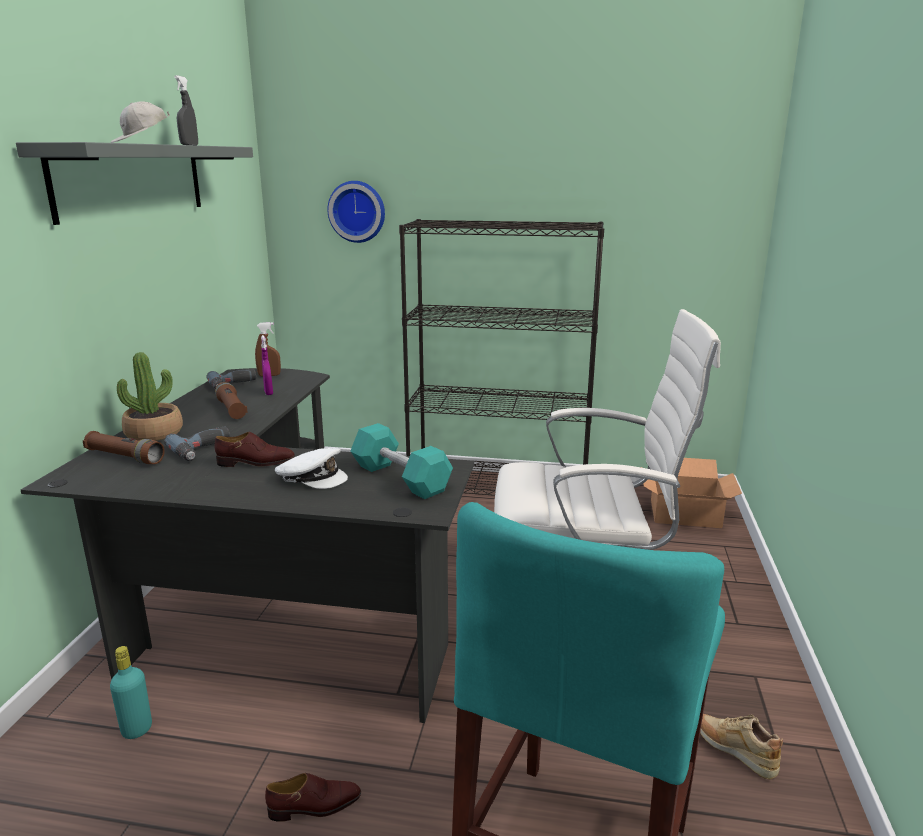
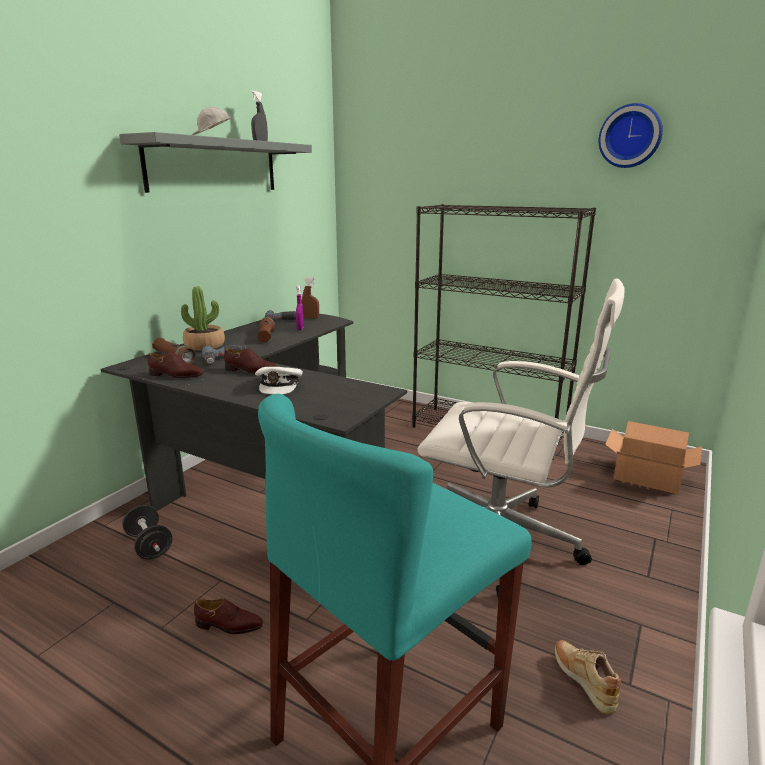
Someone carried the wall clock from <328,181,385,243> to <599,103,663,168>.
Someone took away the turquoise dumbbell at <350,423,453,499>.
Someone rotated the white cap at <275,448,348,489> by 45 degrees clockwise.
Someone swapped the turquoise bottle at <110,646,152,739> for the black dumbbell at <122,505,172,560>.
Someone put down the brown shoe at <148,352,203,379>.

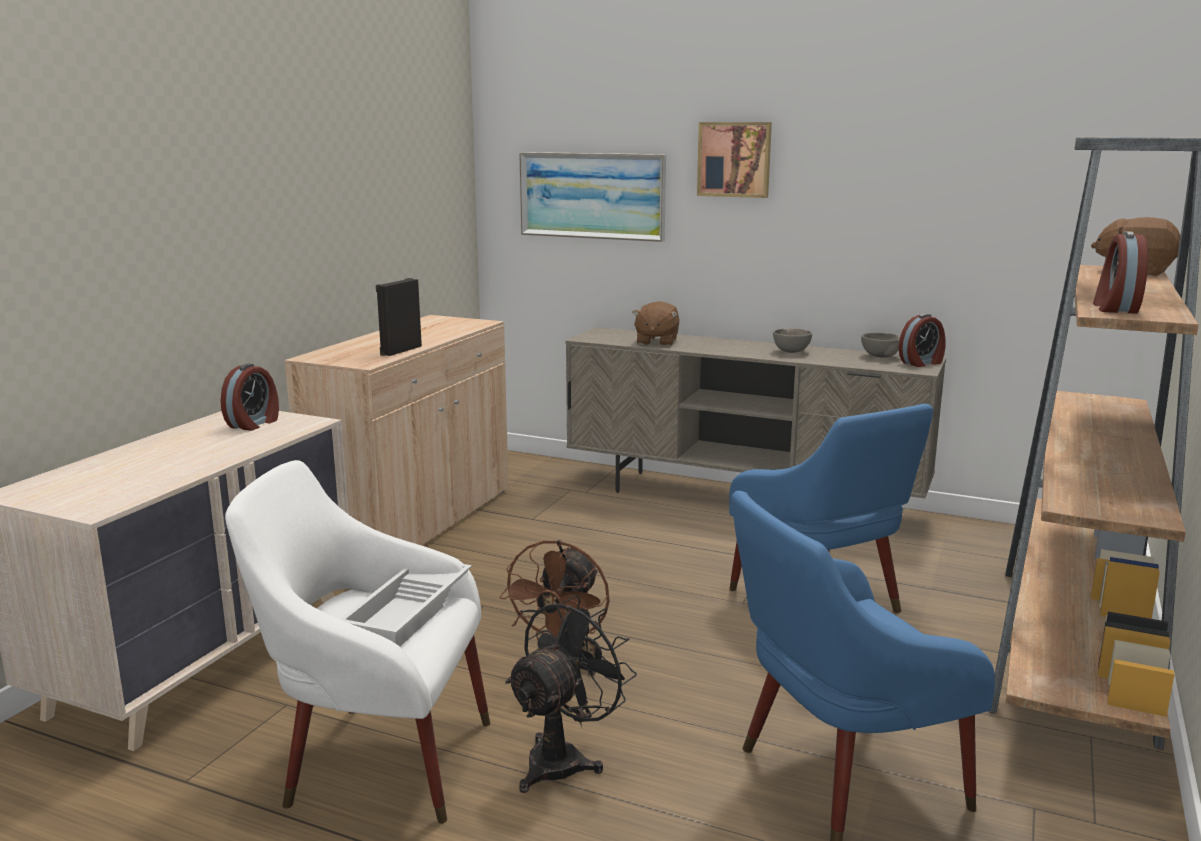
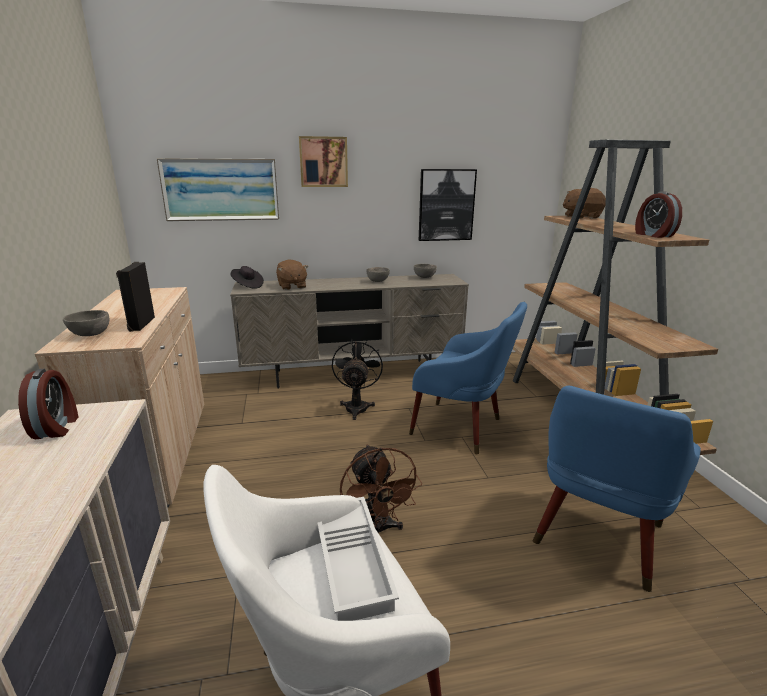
Someone took away the alarm clock at <899,314,946,367>.
Someone carried the black fan from <505,595,637,793> to <332,339,383,420>.
Someone put up the picture at <419,169,477,241>.
Someone put down the black hat at <231,266,264,289>.
Someone put down the grey bowl at <63,310,109,336>.

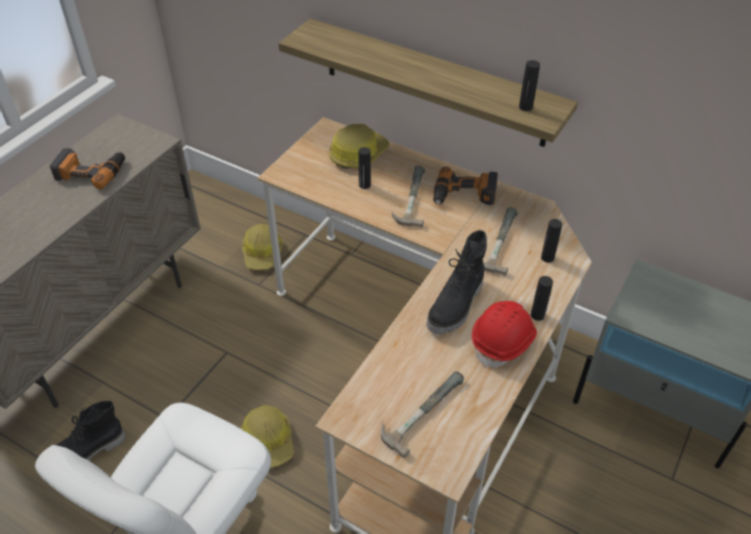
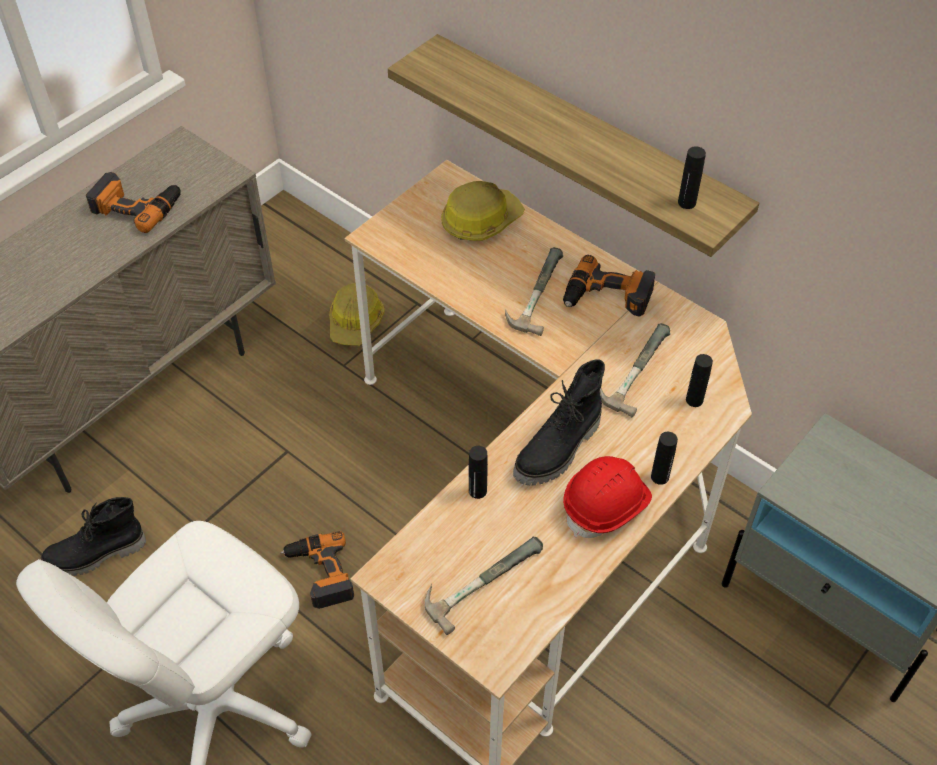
Someone carried the black bottle from <358,147,371,189> to <469,446,488,499>.
Someone swapped the hard hat at <241,406,294,468> for the power drill at <281,531,354,609>.

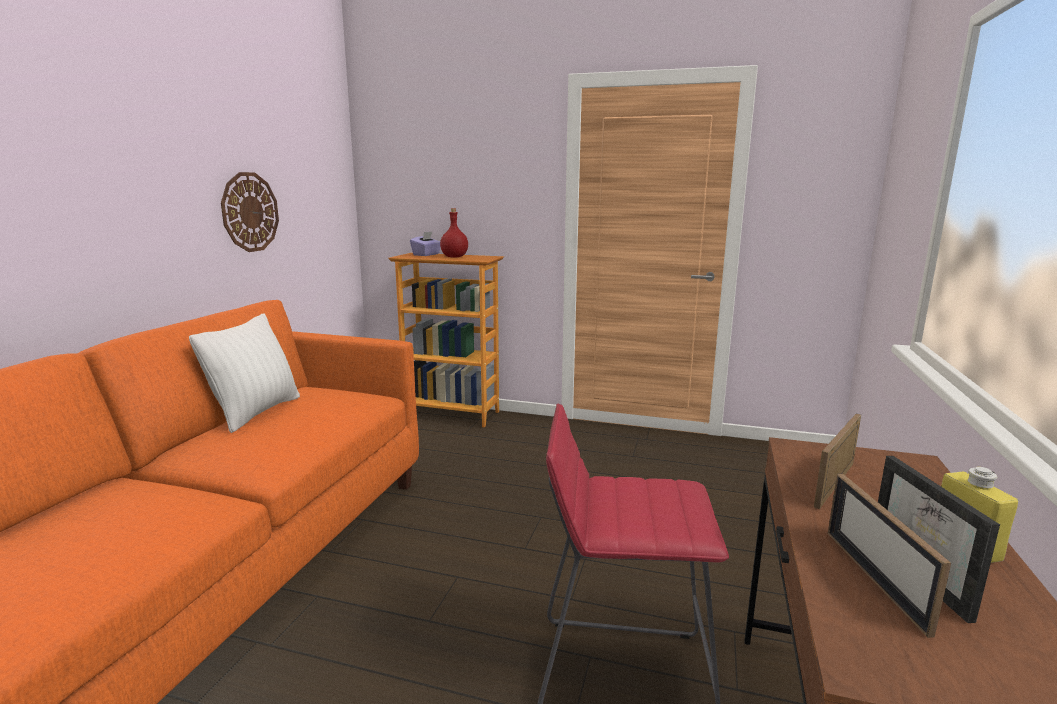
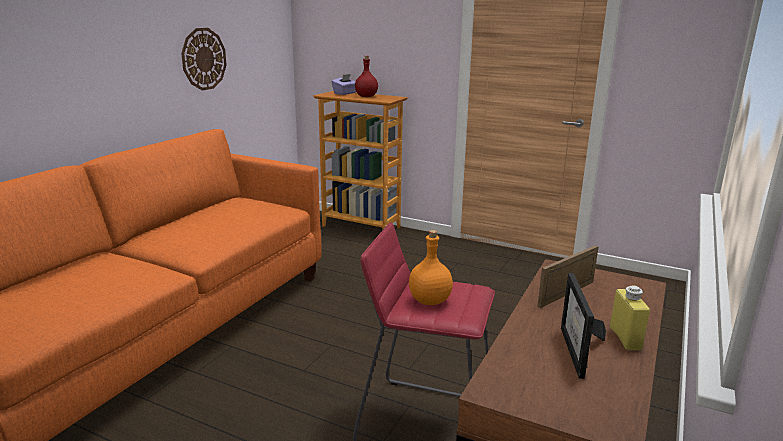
Someone took away the white pillow at <189,313,300,433>.
Someone took away the picture frame at <828,474,951,638>.
Someone put down the orange bottle at <409,230,453,305>.

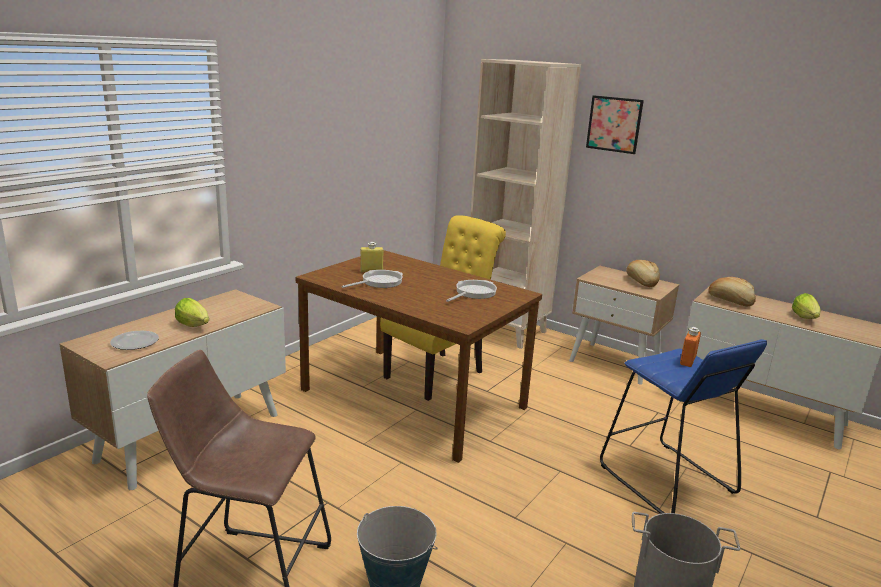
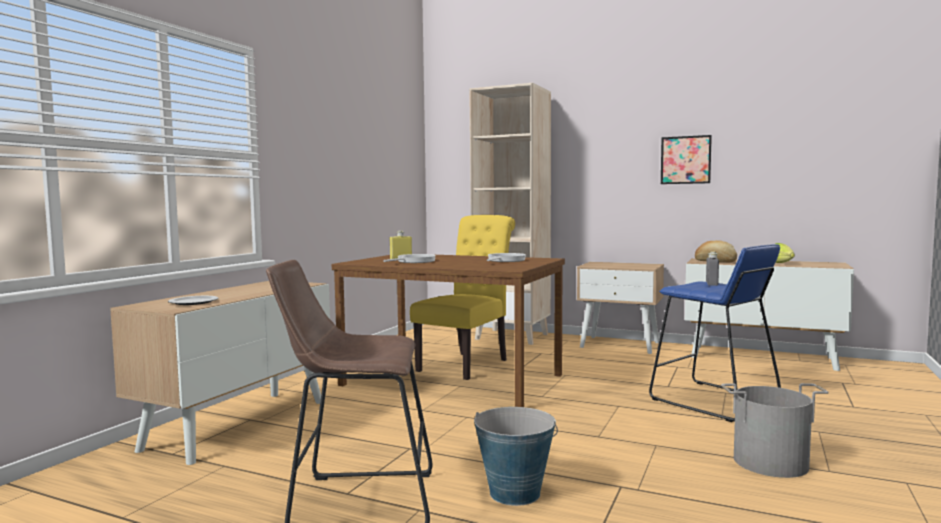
Someone carried the picture from <586,95,644,154> to <661,135,712,184>.
Someone took away the bread at <626,260,660,287>.
Someone took away the lettuce at <175,298,209,327>.
Someone repainted the orange bottle at <680,327,701,367>, which became the grey bottle at <706,252,719,286>.

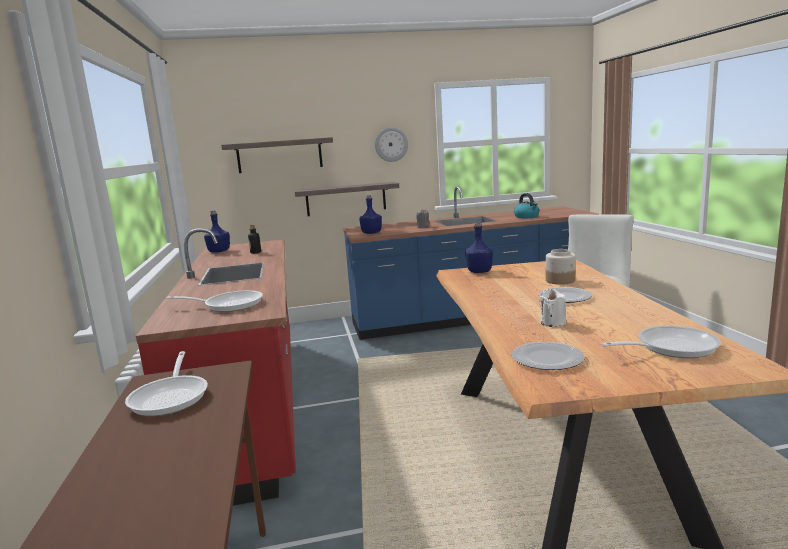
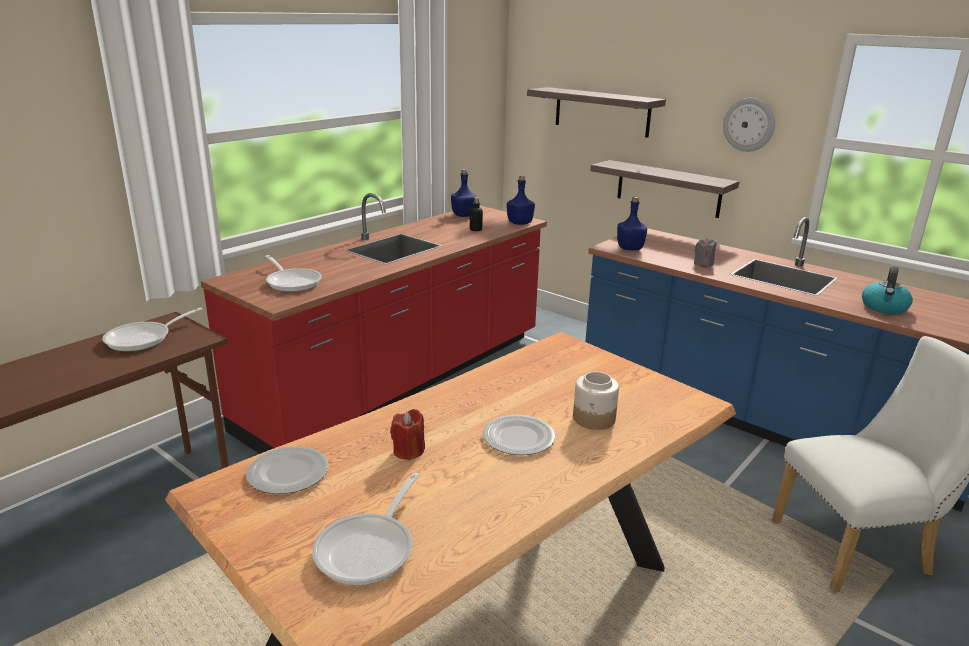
Someone carried the blue bottle from <465,222,493,273> to <507,176,535,225>.
Someone repainted the white candle at <539,289,566,327>, which became the red candle at <390,409,425,460>.
Someone rotated the frying pan at <601,326,721,358> by 75 degrees clockwise.

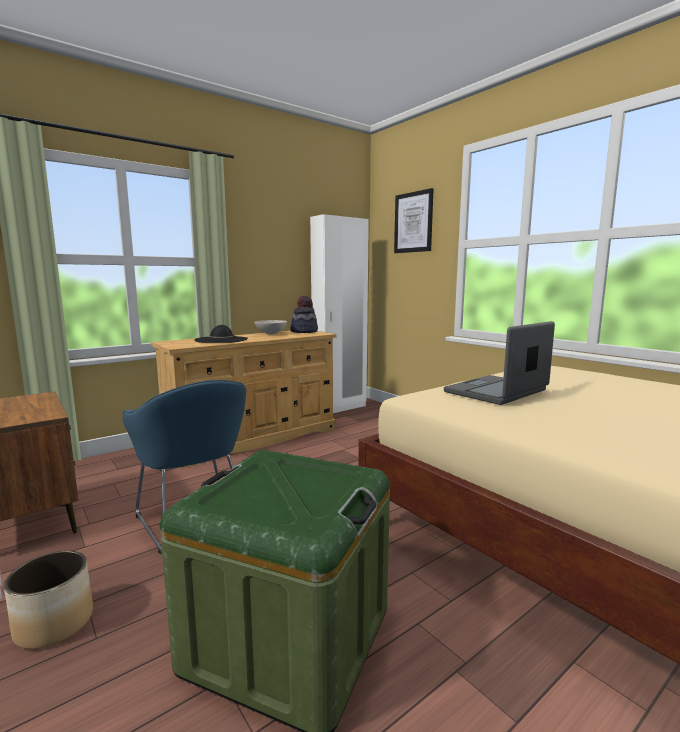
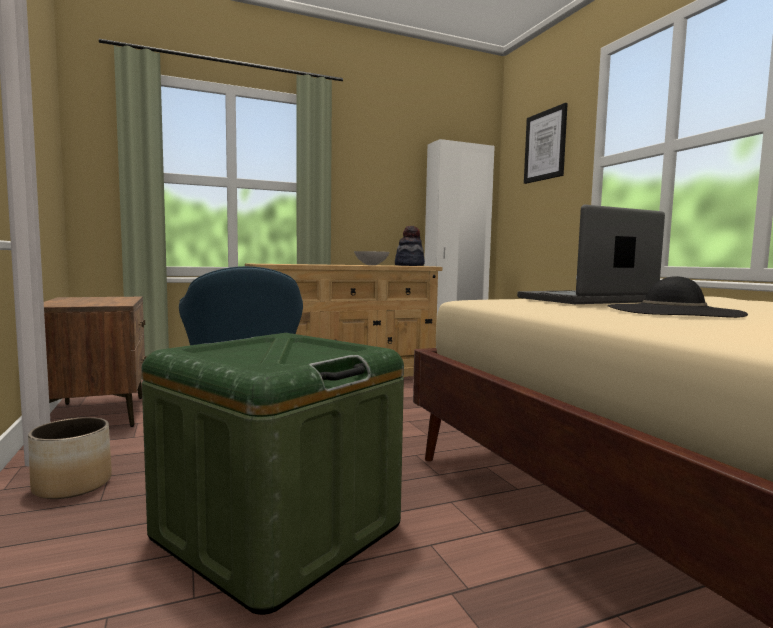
Someone carried the black hat from <195,325,248,343> to <607,276,748,318>.

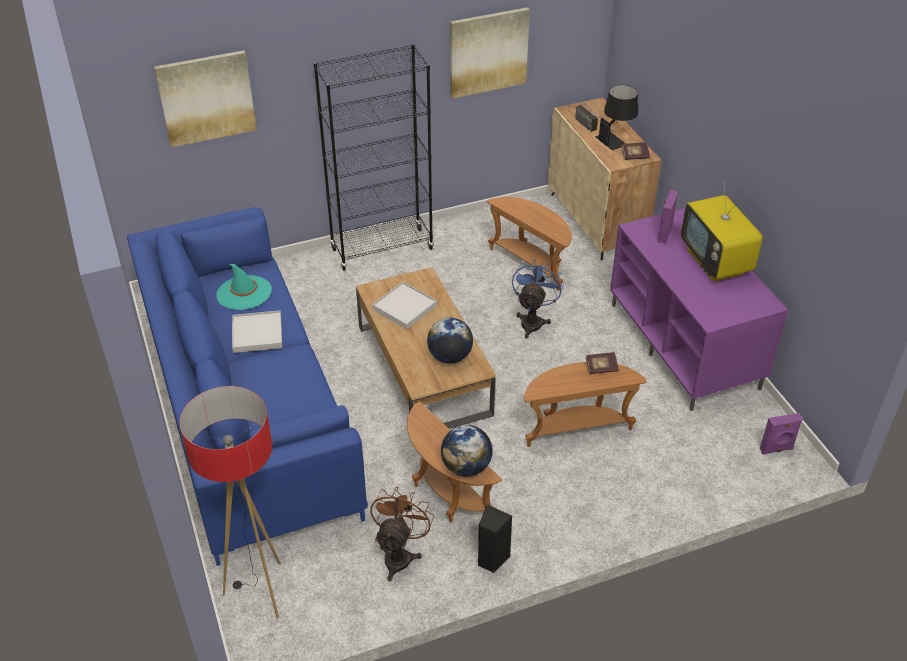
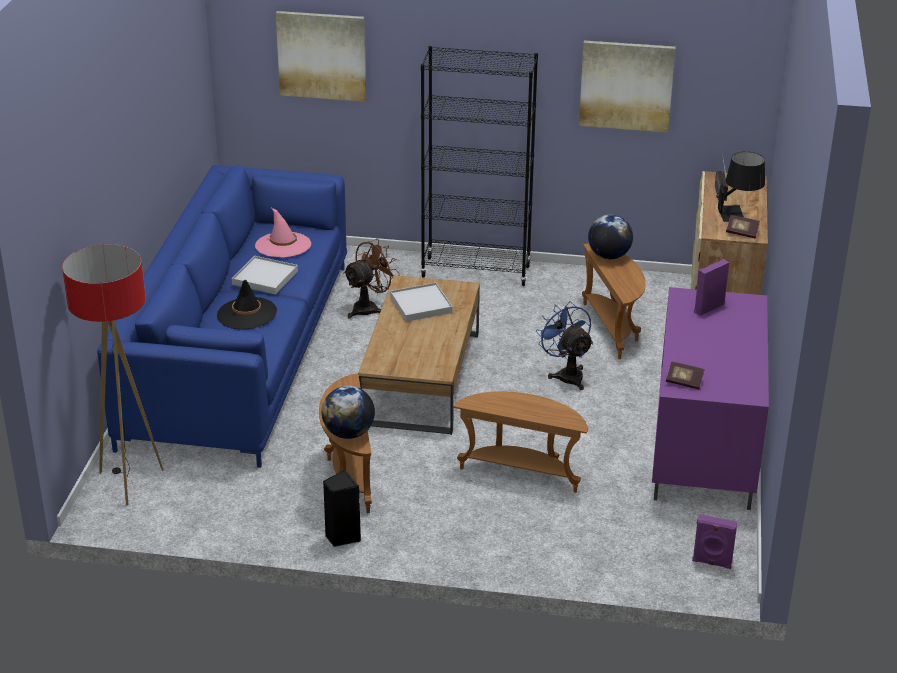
Someone took away the television at <681,182,763,281>.
Someone rotated the blue fan at <512,259,564,338> by 75 degrees counterclockwise.
Someone repainted the turquoise hat at <216,264,272,310>, which became the pink hat at <255,208,311,258>.
Someone carried the globe from <427,318,473,364> to <588,215,633,259>.
Someone carried the book from <586,352,618,374> to <666,361,705,390>.
Someone carried the brown fan from <370,487,434,582> to <343,239,400,319>.
Someone put down the black hat at <217,280,277,330>.

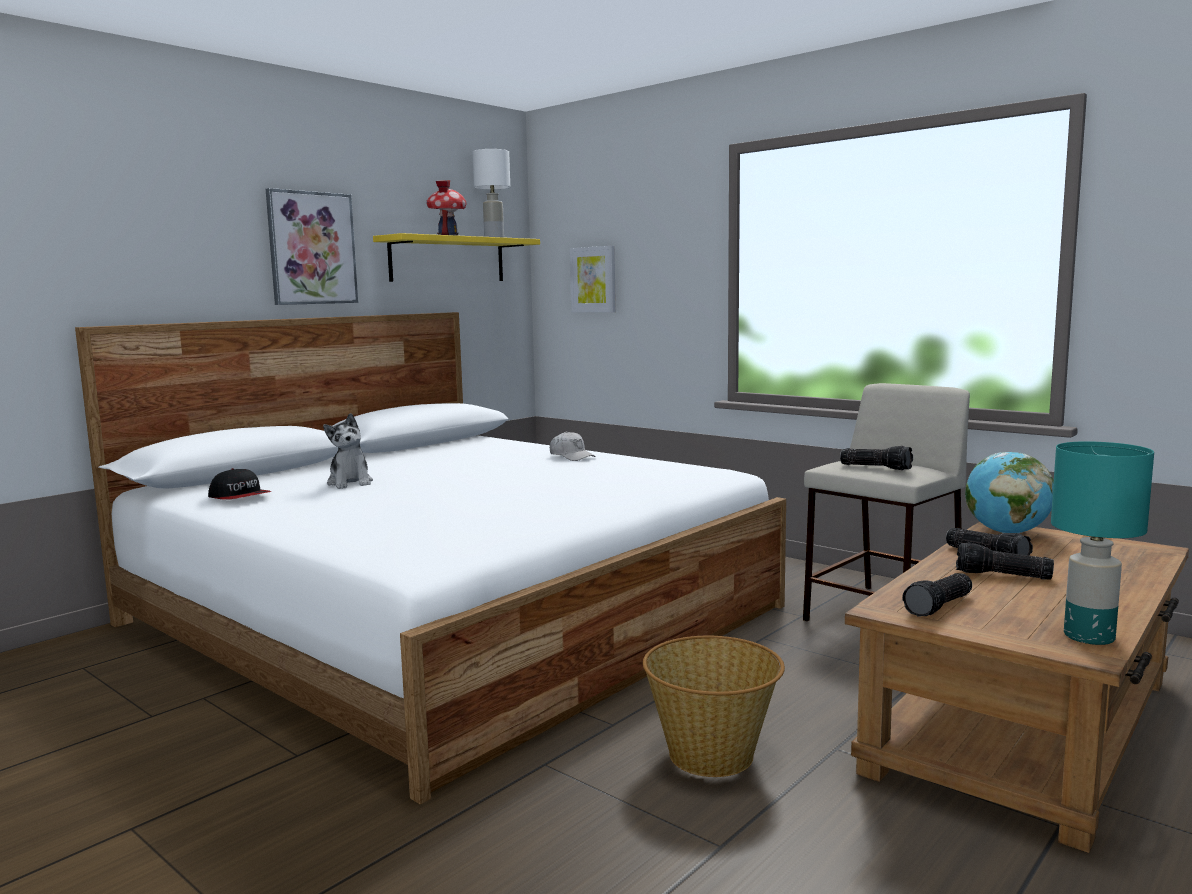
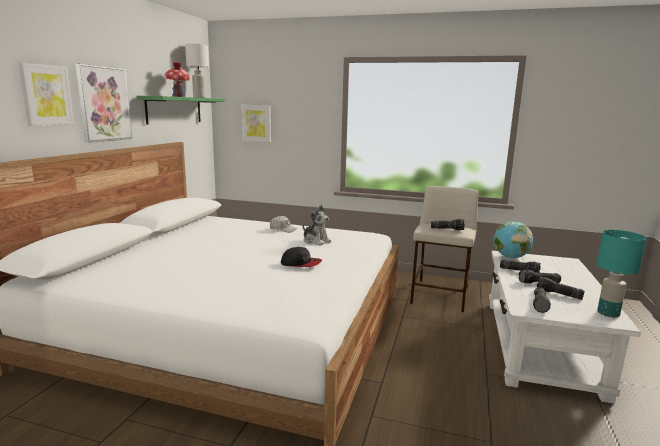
Someone repainted the yellow shelf at <373,233,540,282>, which became the green shelf at <137,96,225,125>.
Someone carried the plush toy from <323,413,373,489> to <302,205,331,246>.
Someone carried the cap from <208,468,272,500> to <281,247,322,267>.
Someone repainted the brown coffee table at <845,521,1189,853>, which became the white coffee table at <489,251,641,404>.
Someone took away the basket at <643,636,785,777>.
Someone put up the picture at <19,62,74,126>.
Someone put down the flashlight at <537,277,585,300>.

